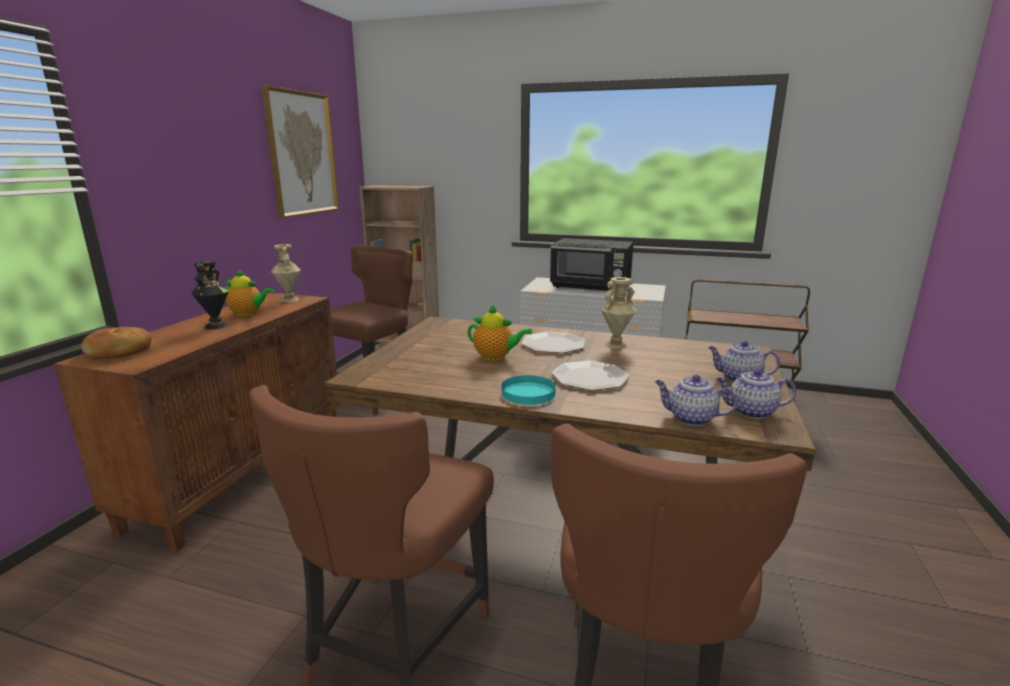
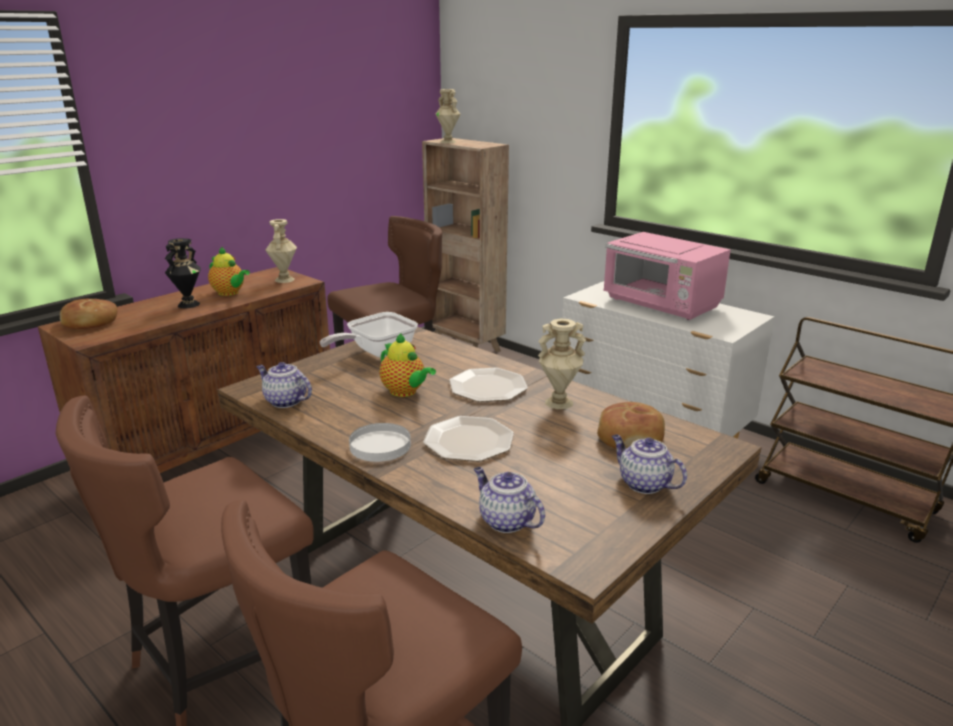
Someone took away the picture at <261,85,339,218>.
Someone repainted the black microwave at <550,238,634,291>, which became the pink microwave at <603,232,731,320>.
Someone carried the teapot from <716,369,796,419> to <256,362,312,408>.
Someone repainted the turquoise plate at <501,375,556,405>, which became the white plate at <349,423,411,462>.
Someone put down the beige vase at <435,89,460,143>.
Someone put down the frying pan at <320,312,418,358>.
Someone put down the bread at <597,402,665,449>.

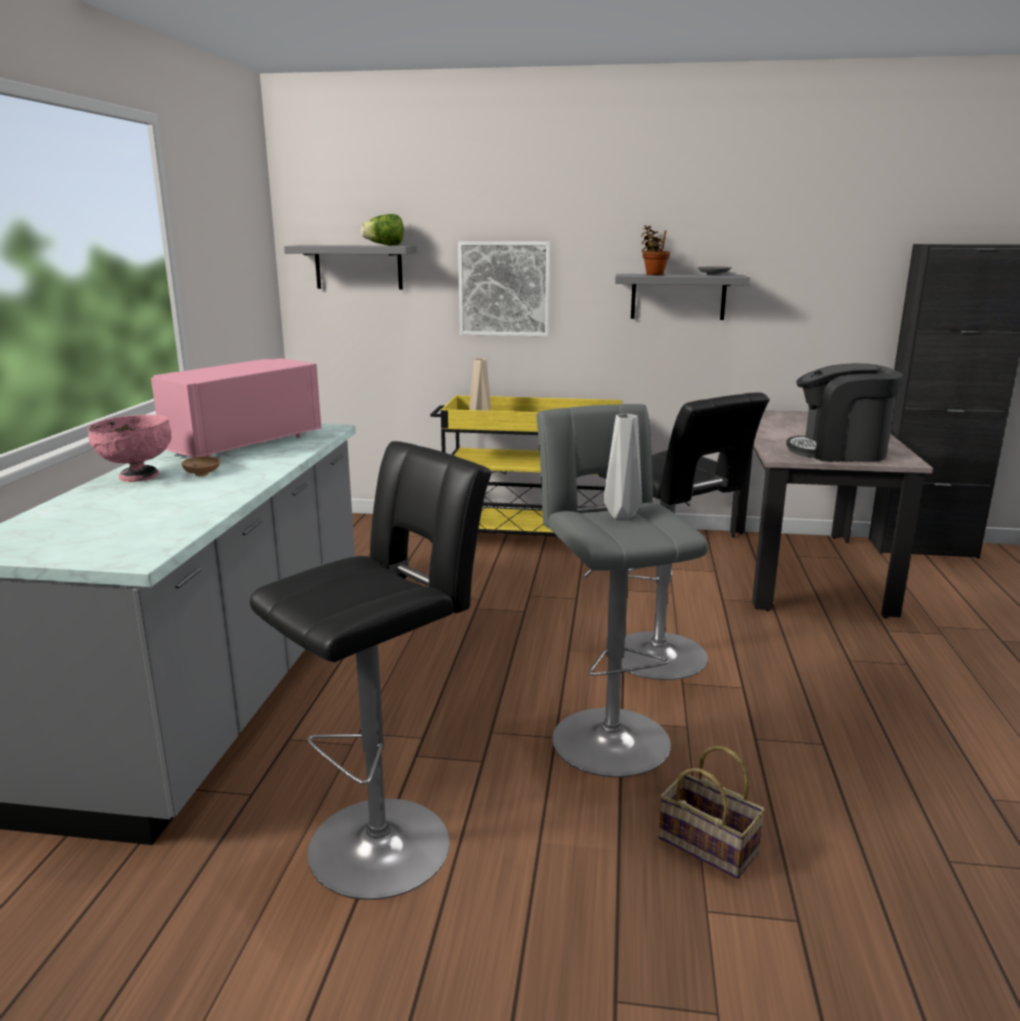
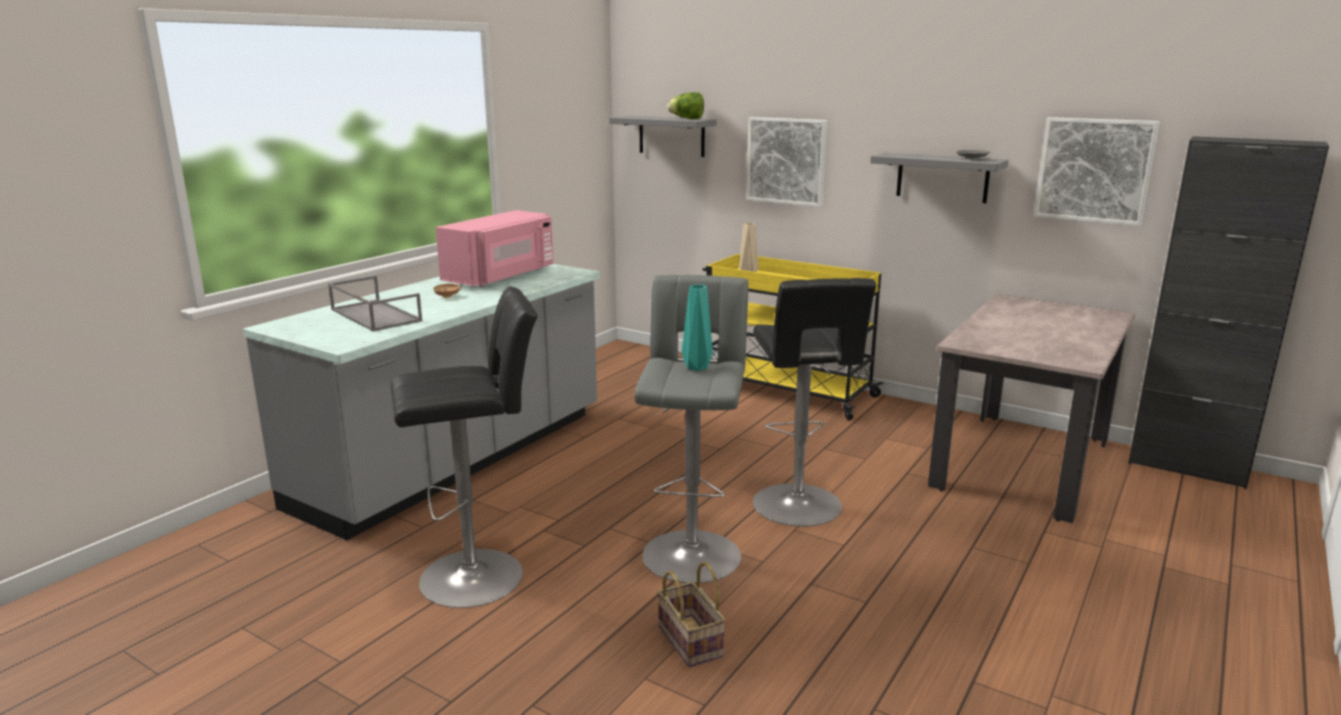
Someone took away the potted plant at <641,225,670,275>.
Someone rotated the pink microwave at <151,358,321,458> by 150 degrees clockwise.
Someone took away the coffee machine at <786,363,903,462>.
Someone repainted the grey vase at <604,414,642,519>, which became the turquoise vase at <682,285,713,371>.
Someone took away the pink bowl at <87,415,171,482>.
Someone put up the picture at <1034,117,1159,226>.
Someone put down the grey tray at <328,276,423,332>.

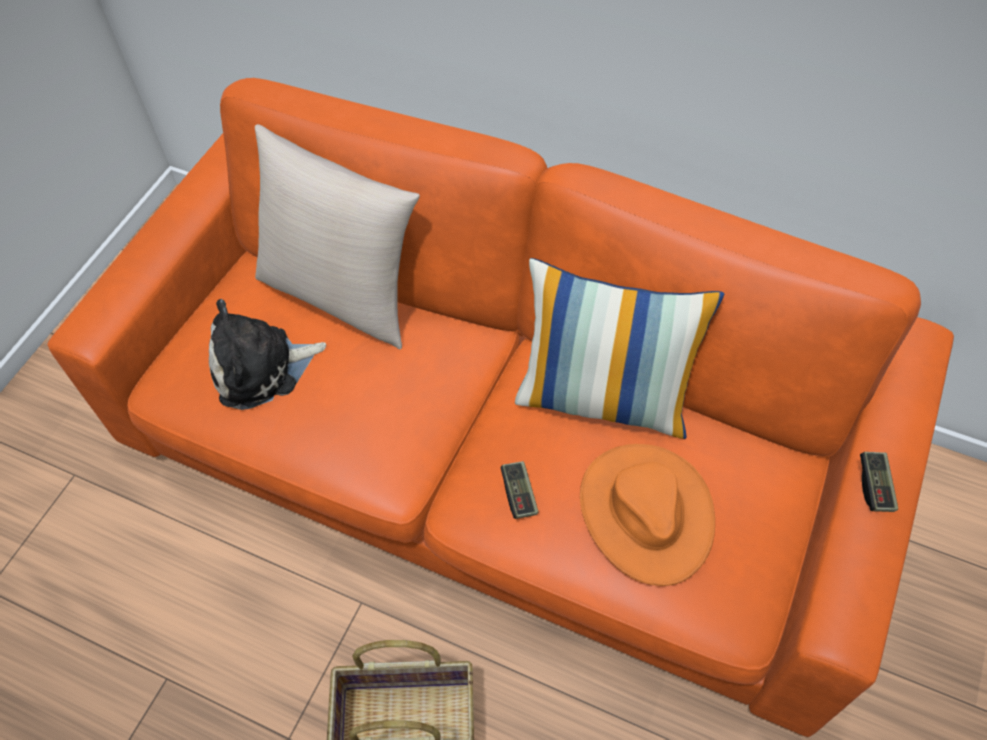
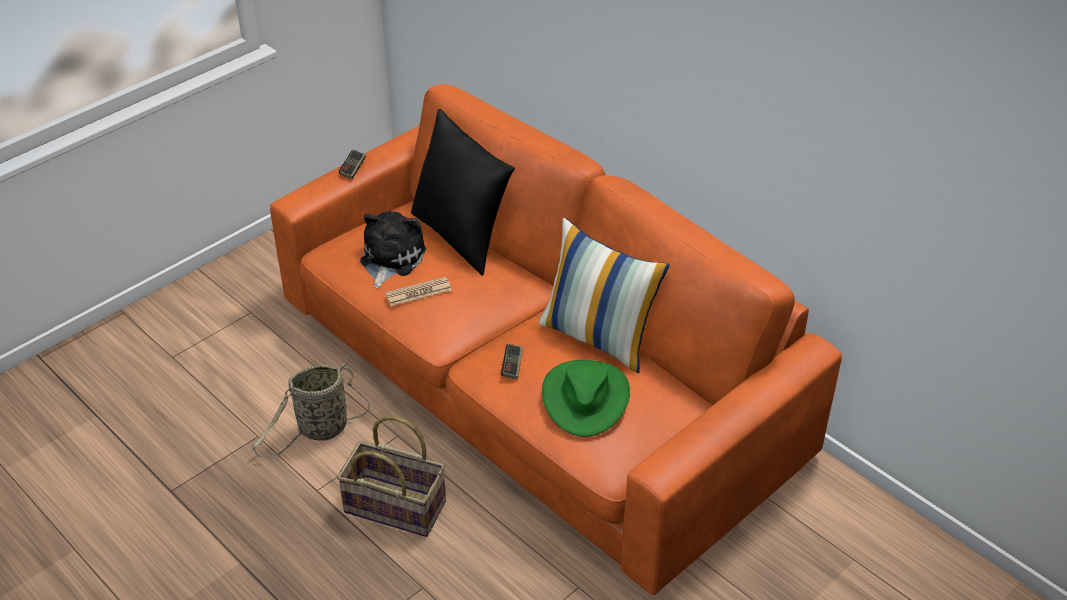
Someone repainted the beige pillow at <255,124,420,349>, which became the black pillow at <411,109,515,276>.
Someone rotated the plush toy at <209,299,326,410> by 105 degrees clockwise.
Someone repainted the orange hat at <580,444,715,586>, which became the green hat at <542,360,630,437>.
Someone carried the game controller from <860,452,898,512> to <339,150,366,179>.
Someone put down the newspaper at <385,277,452,306>.
Someone put down the basket at <251,363,370,459>.

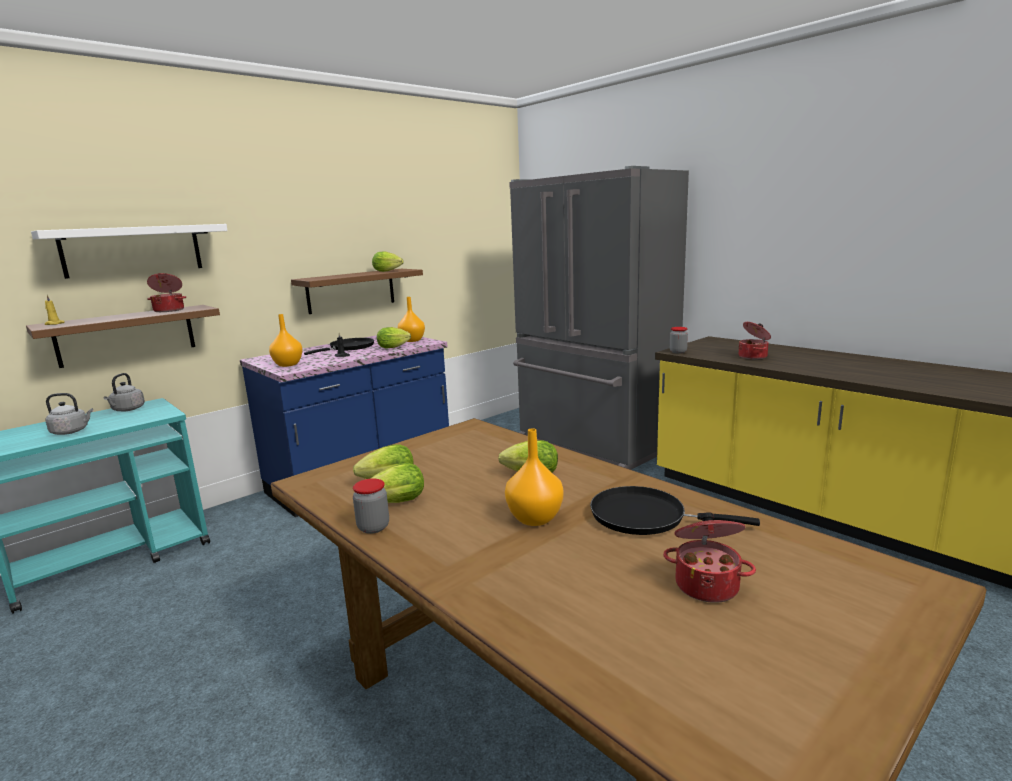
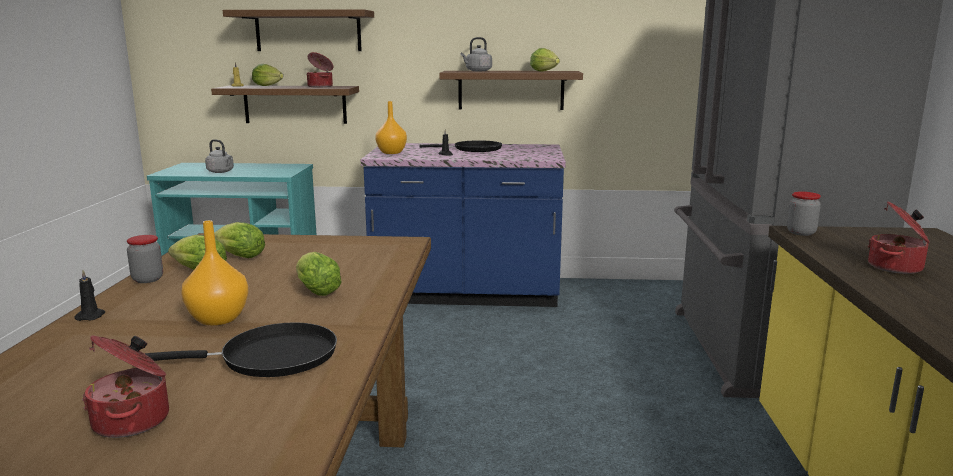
Someone repainted the white shelf at <31,224,228,279>, which became the brown shelf at <223,9,374,51>.
Someone took away the orange vase at <398,297,425,342>.
Someone carried the lettuce from <377,327,411,348> to <252,64,283,86>.
Someone carried the grey kettle from <104,373,145,411> to <460,37,492,71>.
Someone rotated the black frying pan at <590,486,760,535> by 105 degrees clockwise.
Someone put down the black candle at <74,270,105,321>.

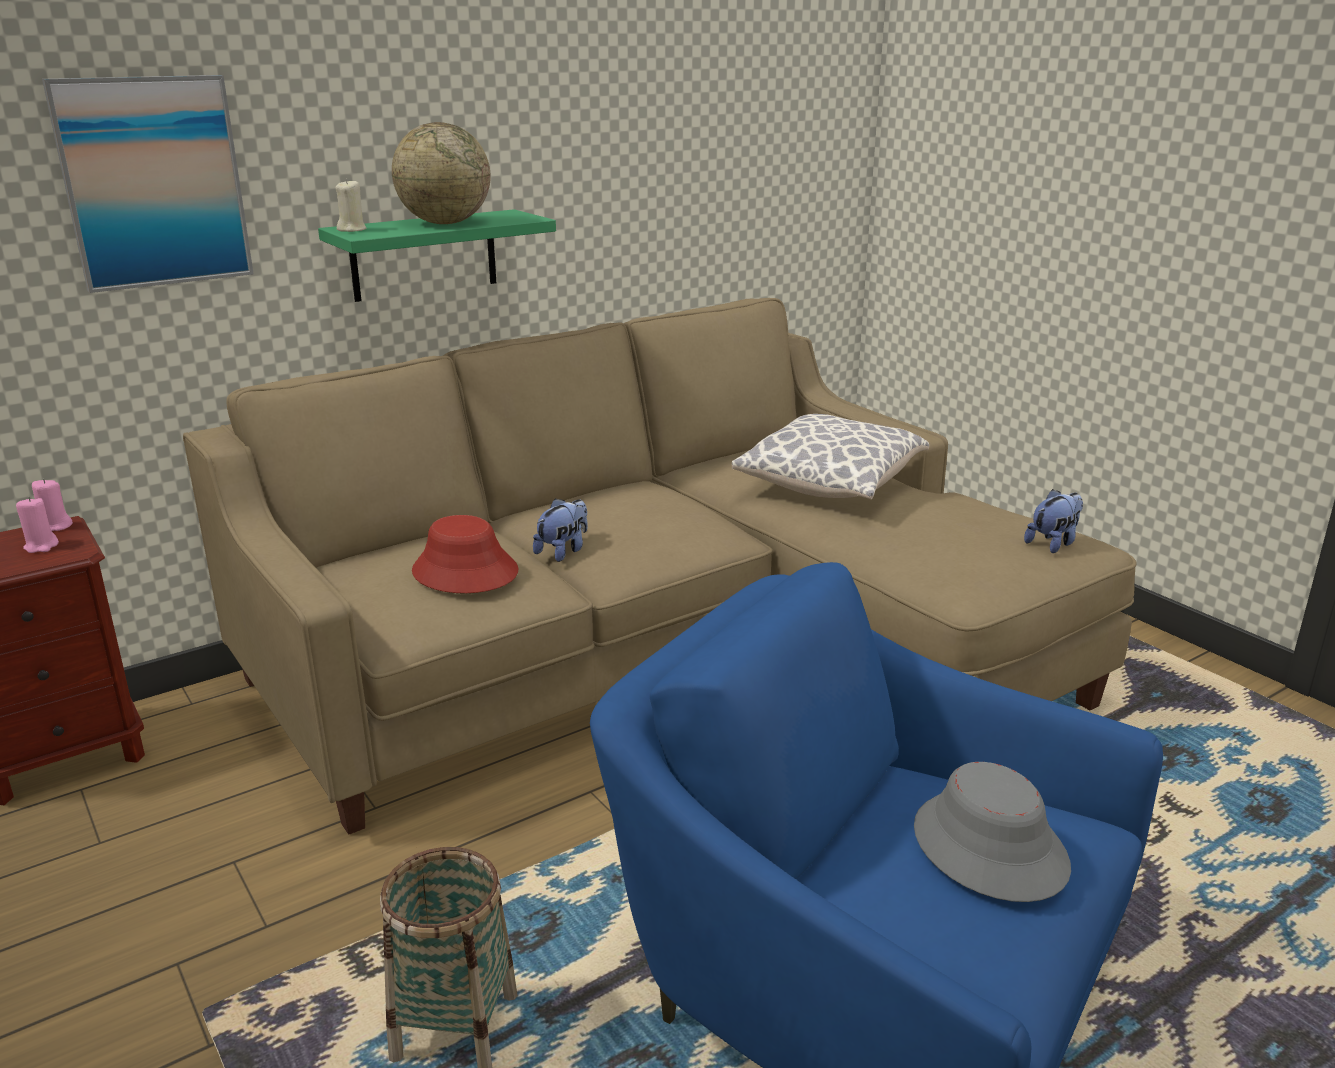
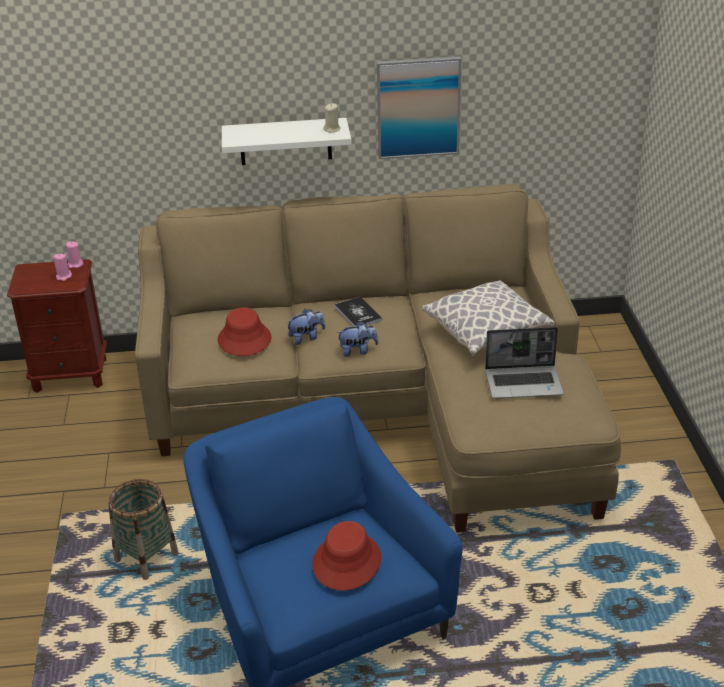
Someone carried the picture from <42,75,254,293> to <377,56,461,159>.
Someone took away the globe at <392,122,491,224>.
Someone carried the beige candle from <336,179,366,232> to <324,103,341,133>.
Someone repainted the green shelf at <318,209,556,302>, which became the white shelf at <222,118,352,165>.
Someone carried the plush toy from <1024,489,1083,553> to <336,321,379,357>.
Someone repainted the grey hat at <914,762,1071,902>, which became the red hat at <312,521,381,591>.
Someone put down the book at <334,297,382,326>.
Someone put down the laptop at <485,327,564,399>.

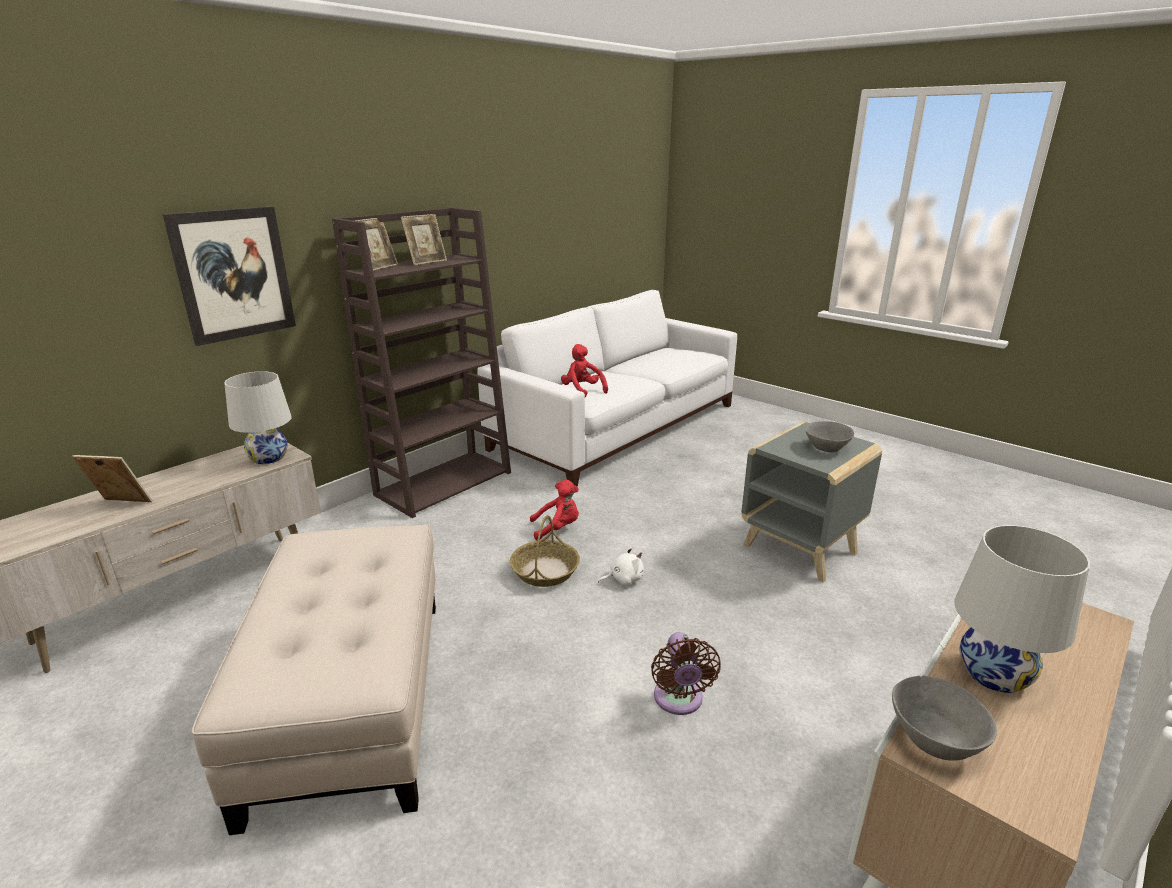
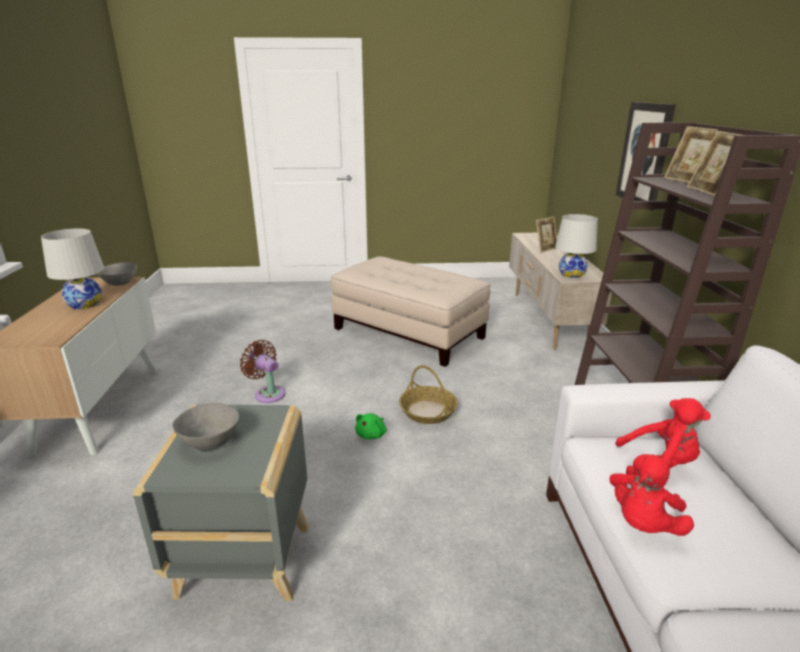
Someone carried the red plush toy from <530,480,579,540> to <609,454,694,536>.
Someone repainted the white plush toy at <598,547,644,585>, which became the green plush toy at <355,413,386,439>.

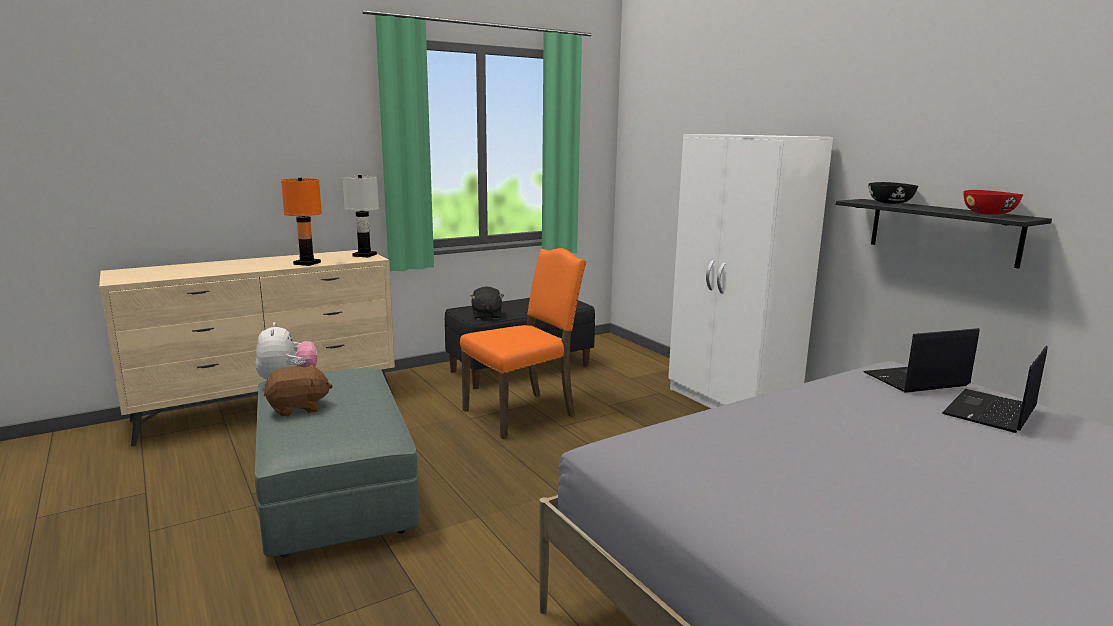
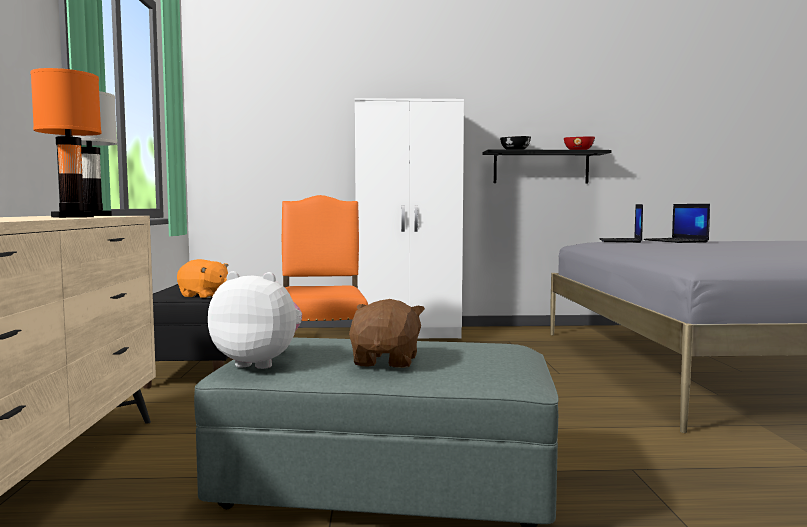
Someone repainted the black plush toy at <470,286,504,320>, which became the orange plush toy at <177,259,229,298>.

